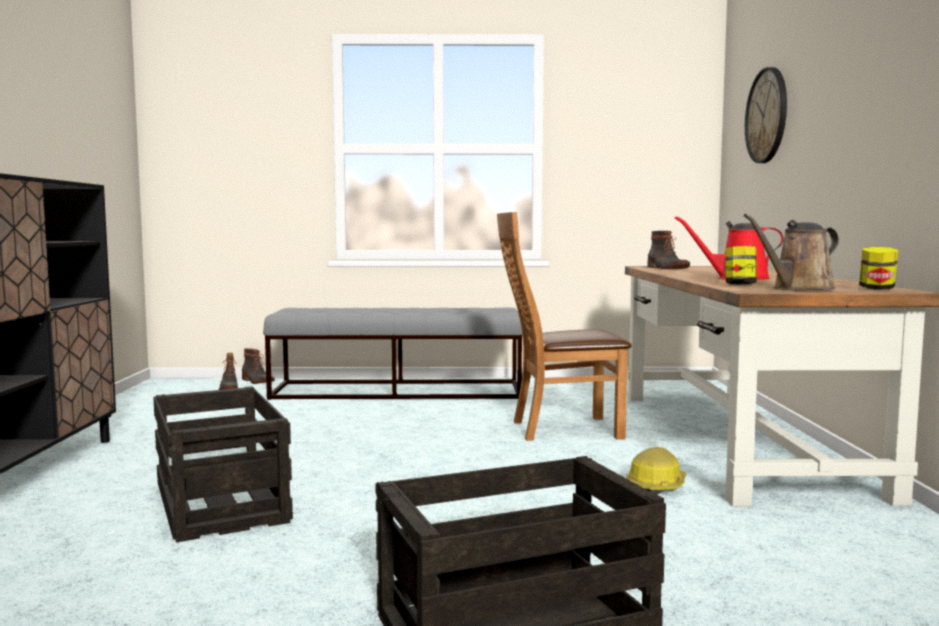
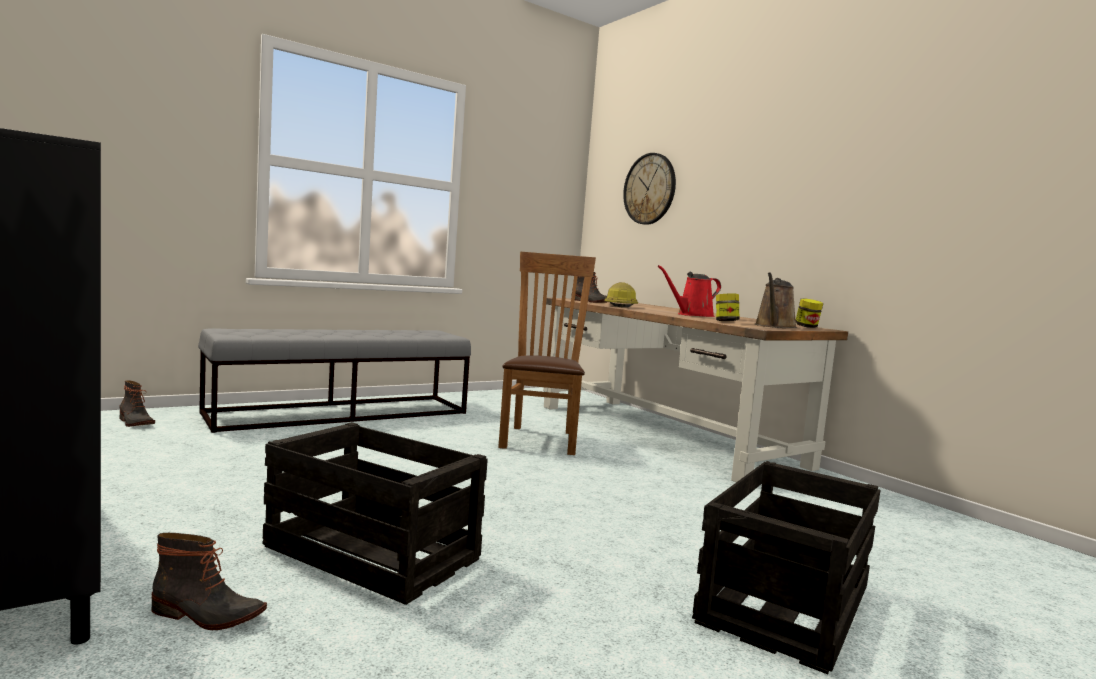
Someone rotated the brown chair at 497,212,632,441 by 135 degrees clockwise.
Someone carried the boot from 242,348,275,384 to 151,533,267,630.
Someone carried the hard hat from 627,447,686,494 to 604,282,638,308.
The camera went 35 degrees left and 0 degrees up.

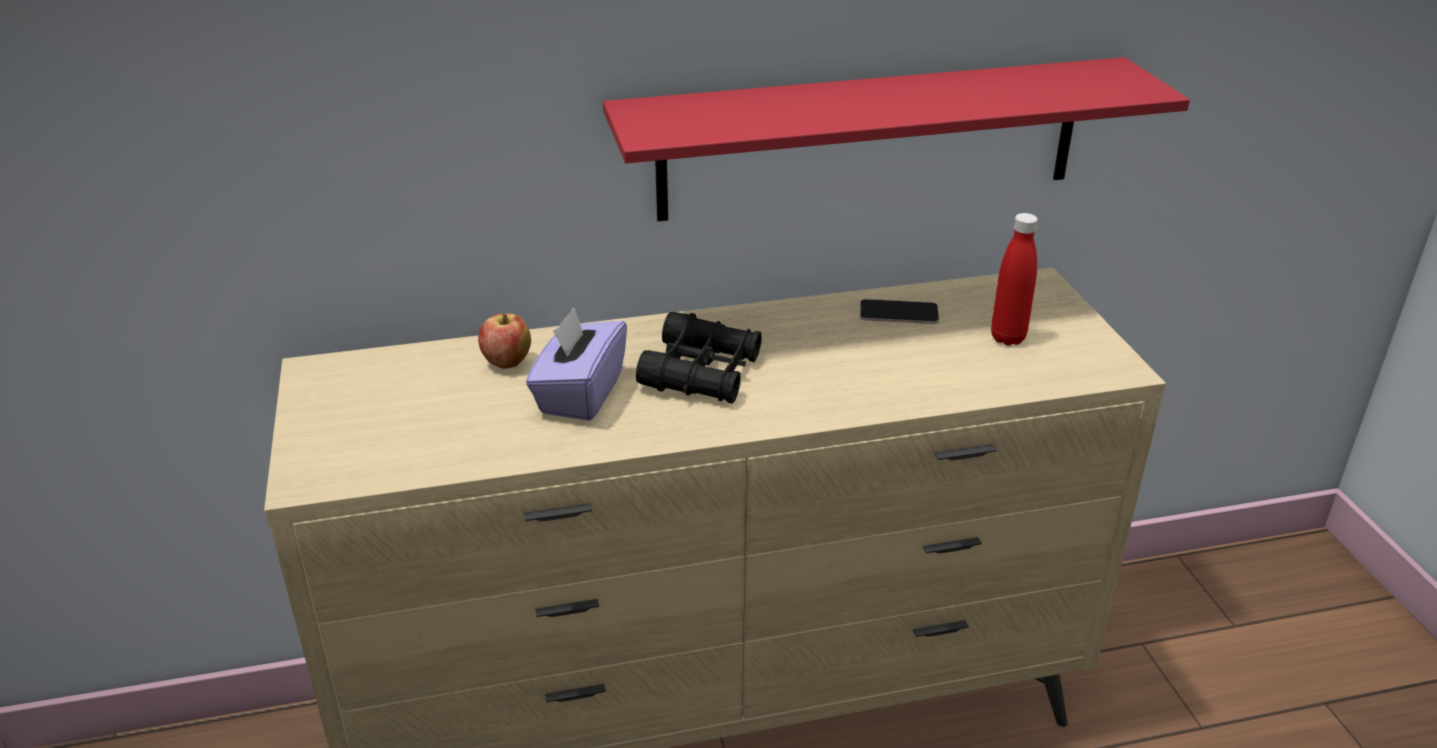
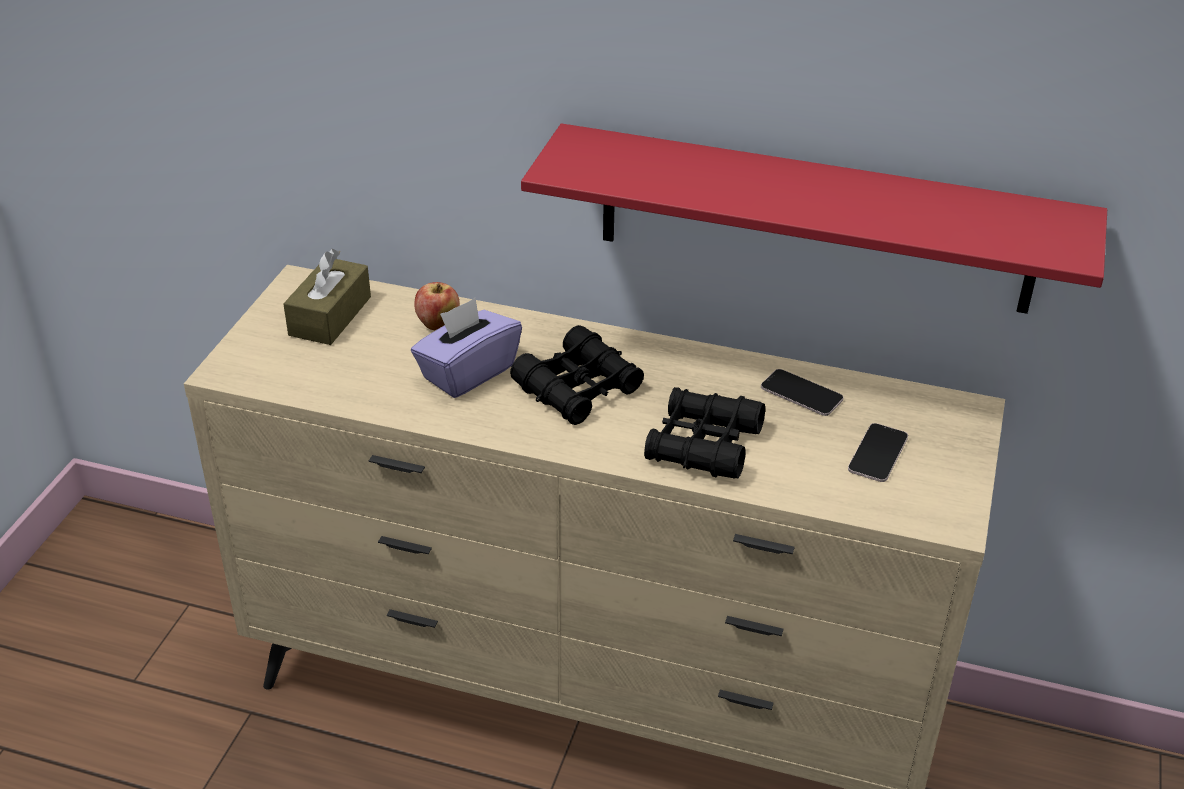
Someone swapped the red bottle at 991,213,1038,346 for the phone at 848,423,908,482.
Someone put down the brown tissue box at 283,249,371,345.
Someone put down the black binoculars at 644,387,765,479.
The camera went 30 degrees right and 5 degrees up.

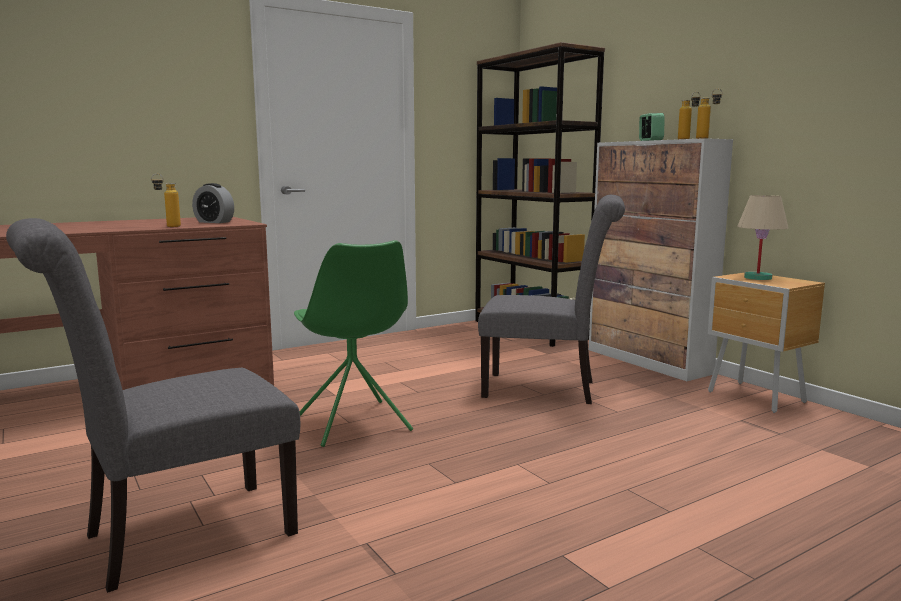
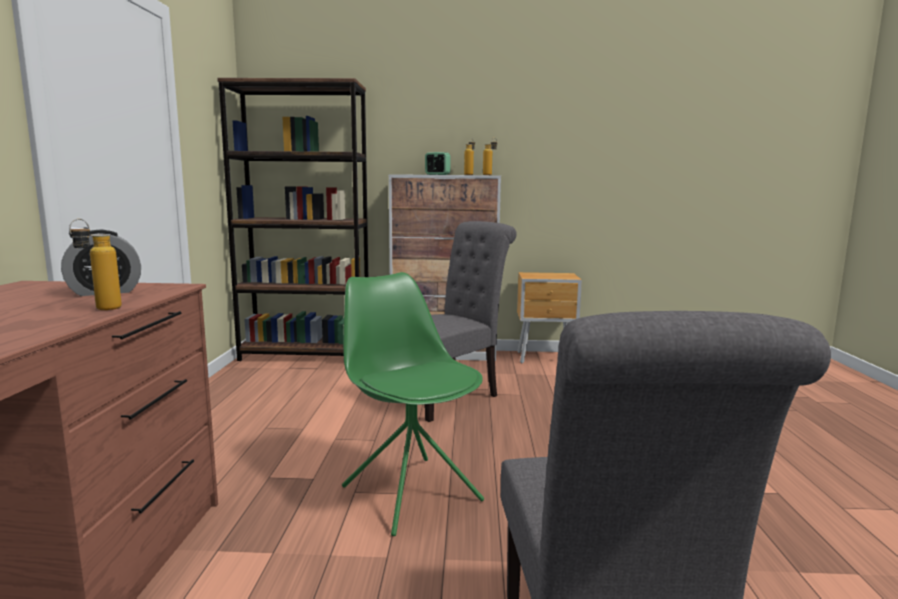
Someone took away the beige table lamp at 737,195,788,280.
Someone rotated the green chair at 294,240,413,447 by 135 degrees counterclockwise.
The camera went 55 degrees left and 0 degrees up.

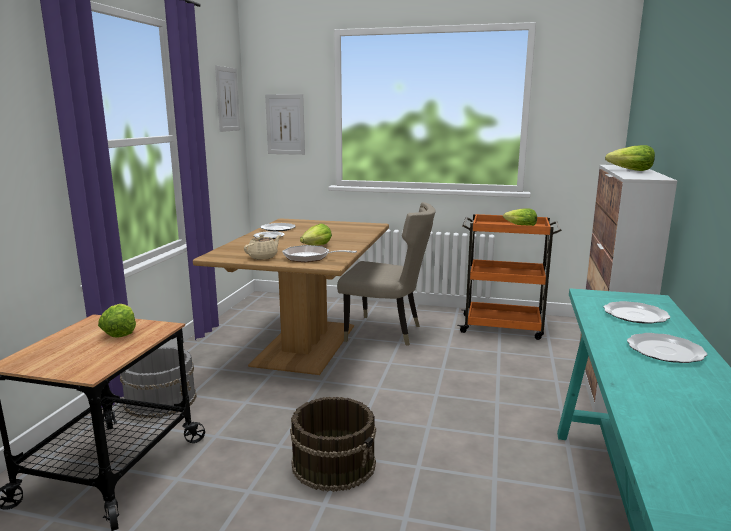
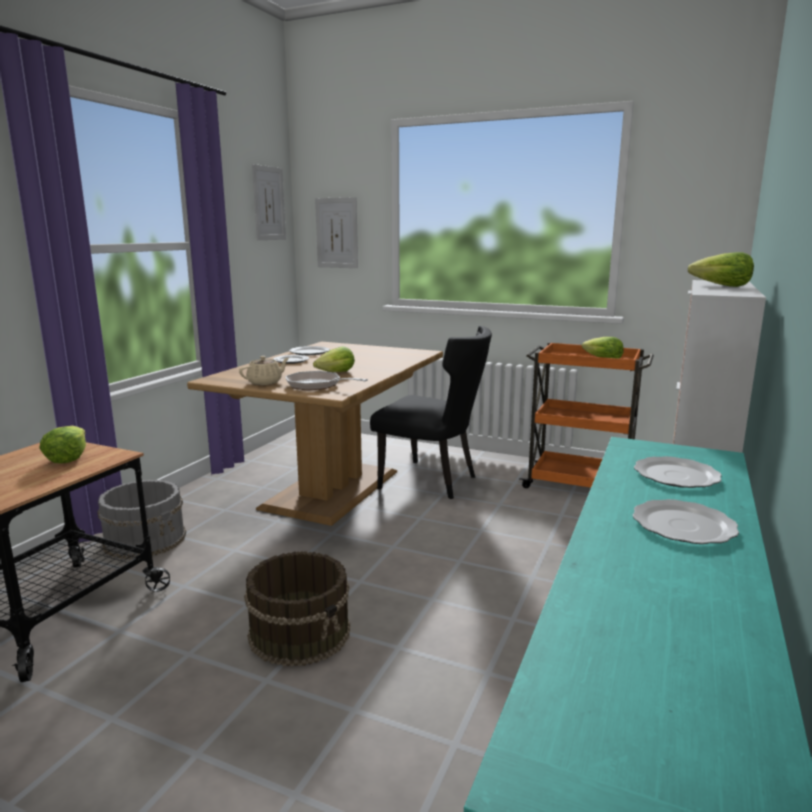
Someone repainted the beige chair at 337,202,436,346, which became the black chair at 370,326,492,499.
The camera went 10 degrees right and 0 degrees up.

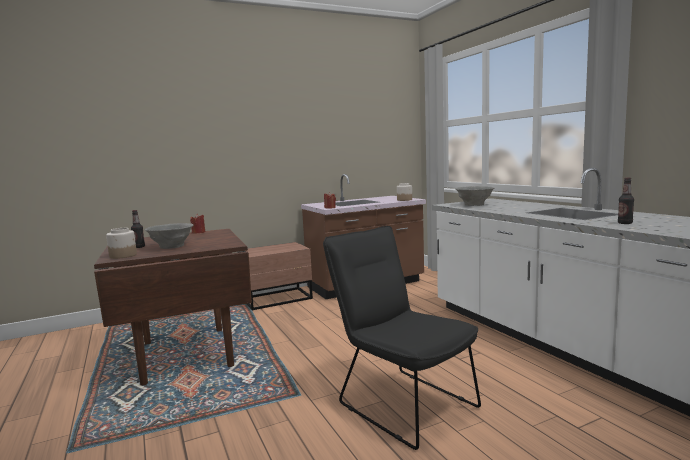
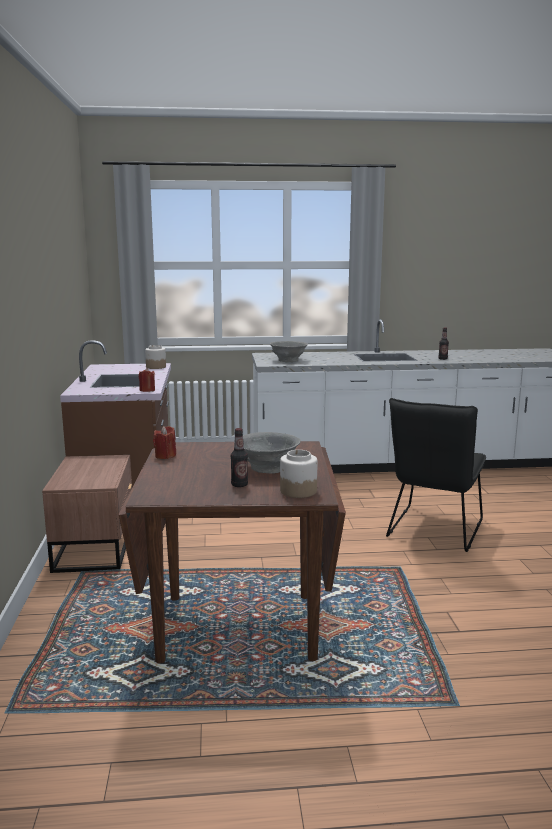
Someone rotated the black chair at 323,226,481,450 by 45 degrees counterclockwise.
The camera went 70 degrees left and 5 degrees up.

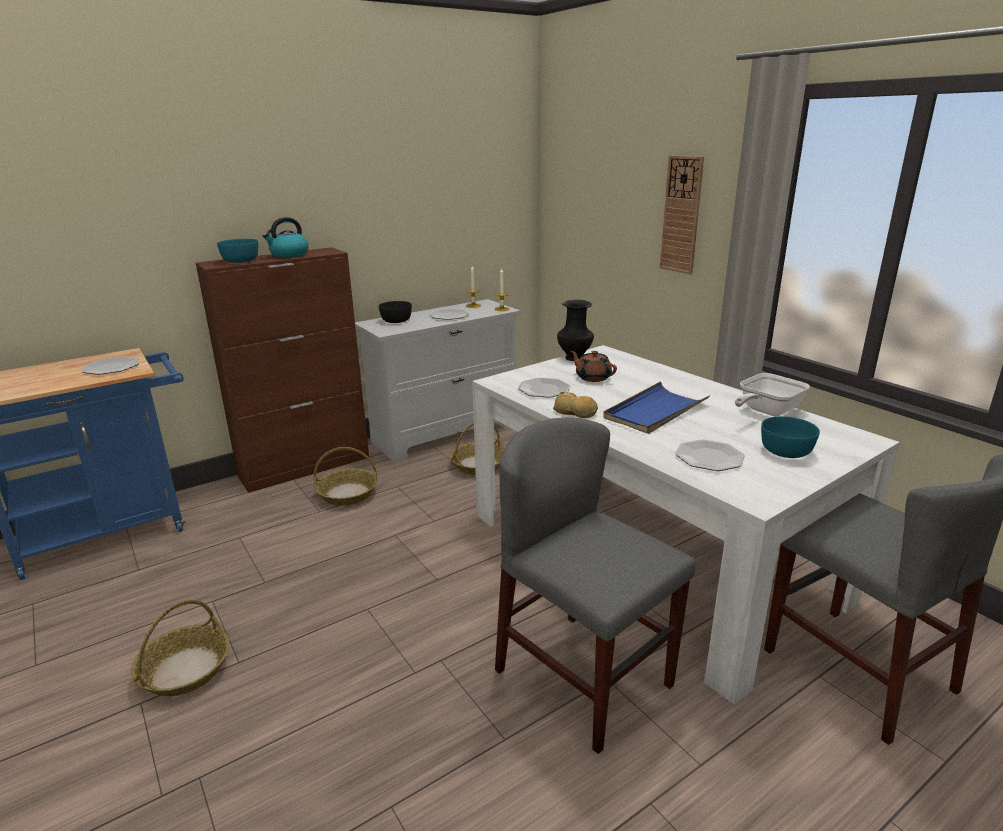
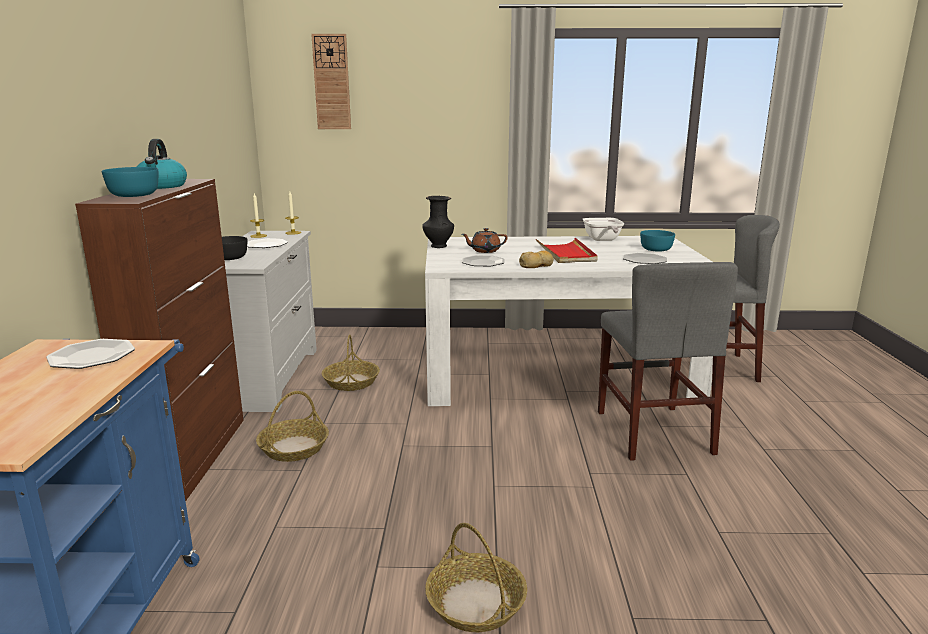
Someone carried the wall clock from 660,155,704,274 to 311,34,351,129.
Someone repainted the blue tray at 603,381,710,434, which became the red tray at 536,238,598,263.
Someone rotated the grey chair at 495,418,695,754 by 90 degrees counterclockwise.
The camera went 55 degrees left and 5 degrees down.

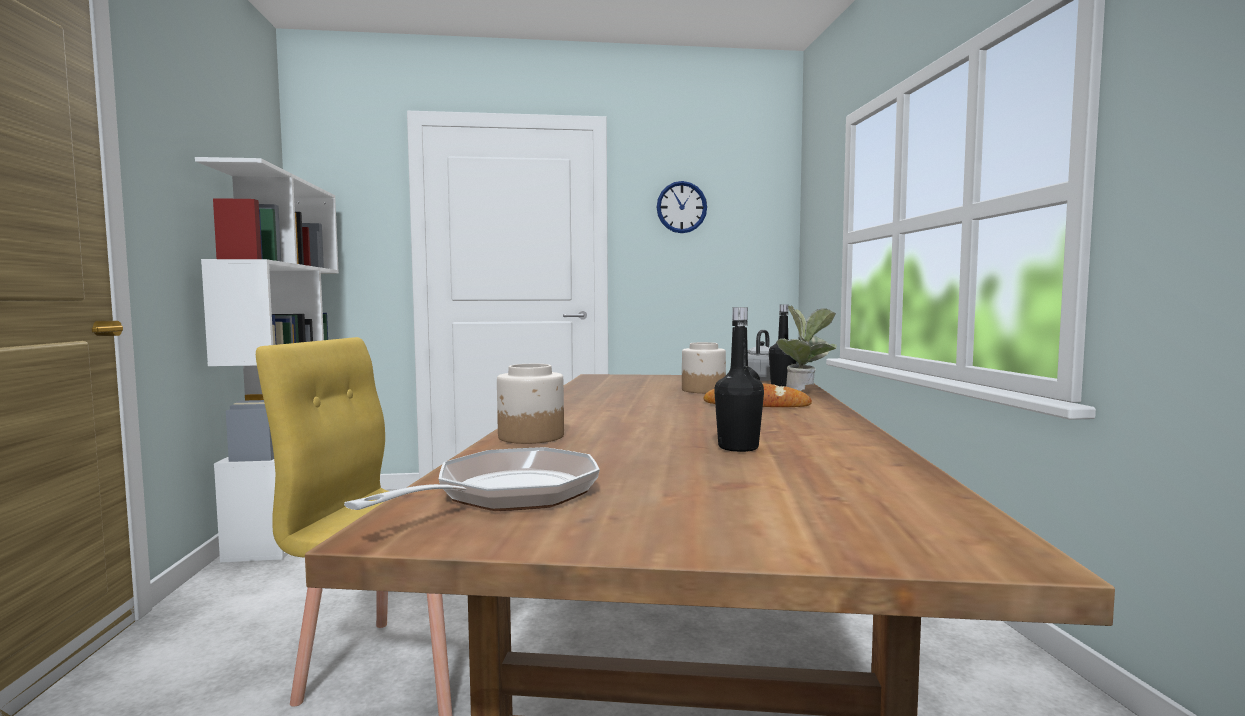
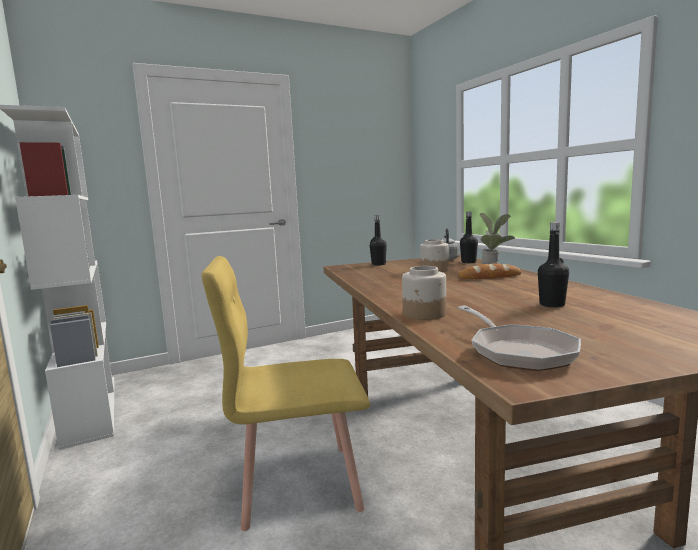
Someone took away the wall clock at 657,181,707,233.
Someone rotated the frying pan at 344,447,600,511 by 150 degrees clockwise.
Someone put down the black bottle at 370,215,387,266.
The camera went 20 degrees left and 5 degrees up.

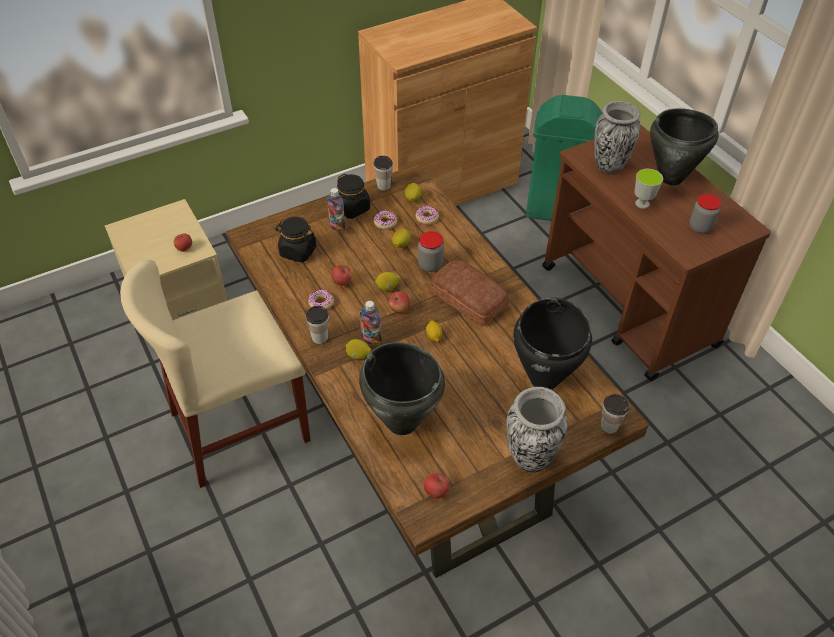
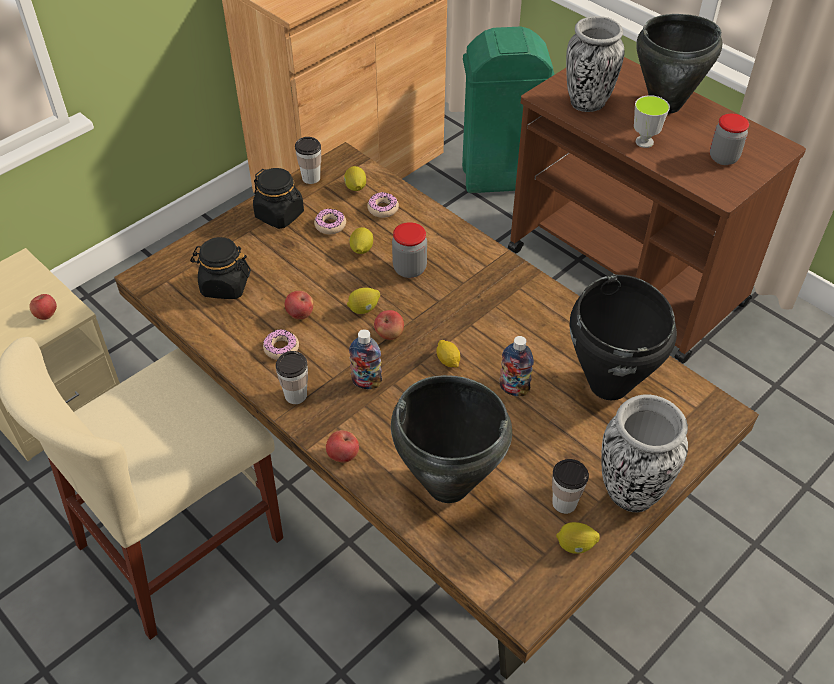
Someone carried the bottle from 327,188,345,231 to 499,336,534,396.
Someone took away the bread at 430,260,509,326.
Someone carried the lemon from 346,339,371,359 to 556,522,600,554.
Someone carried the cup from 601,394,629,434 to 552,459,589,514.
Someone carried the apple from 424,472,450,498 to 326,430,359,463.
The camera went 15 degrees left and 0 degrees up.

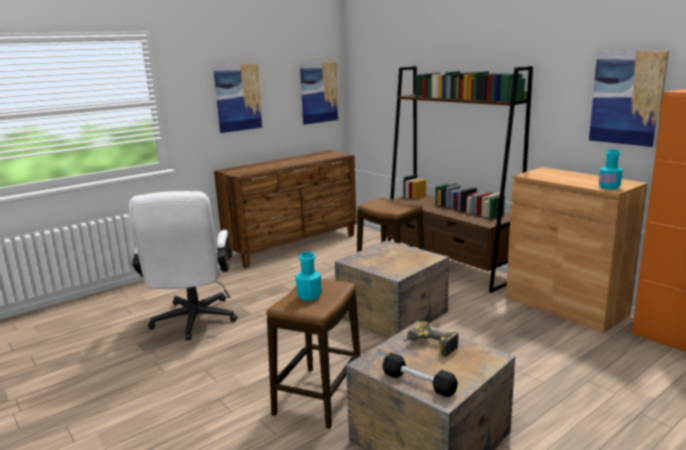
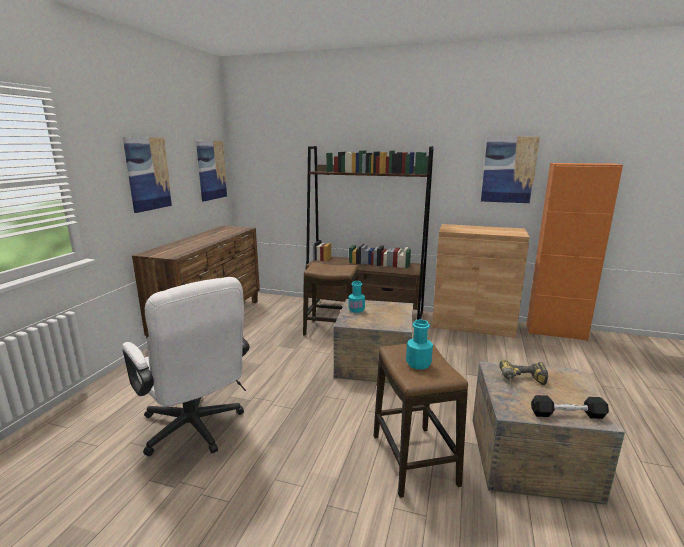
Someone carried the turquoise bottle from 599,149,623,189 to 349,281,365,313.
The camera went 35 degrees left and 0 degrees up.

